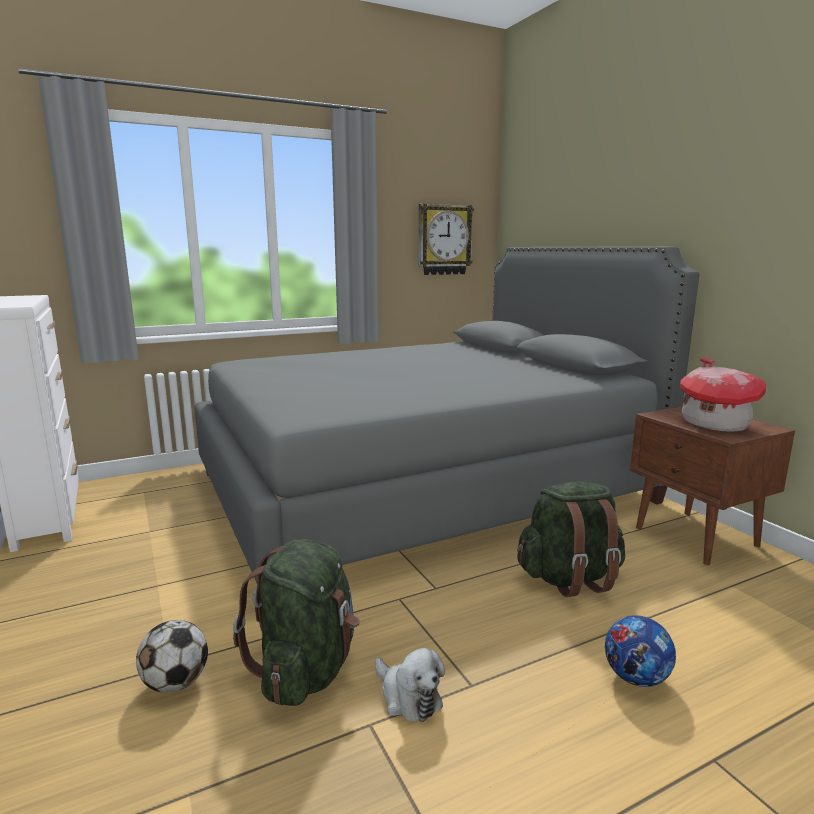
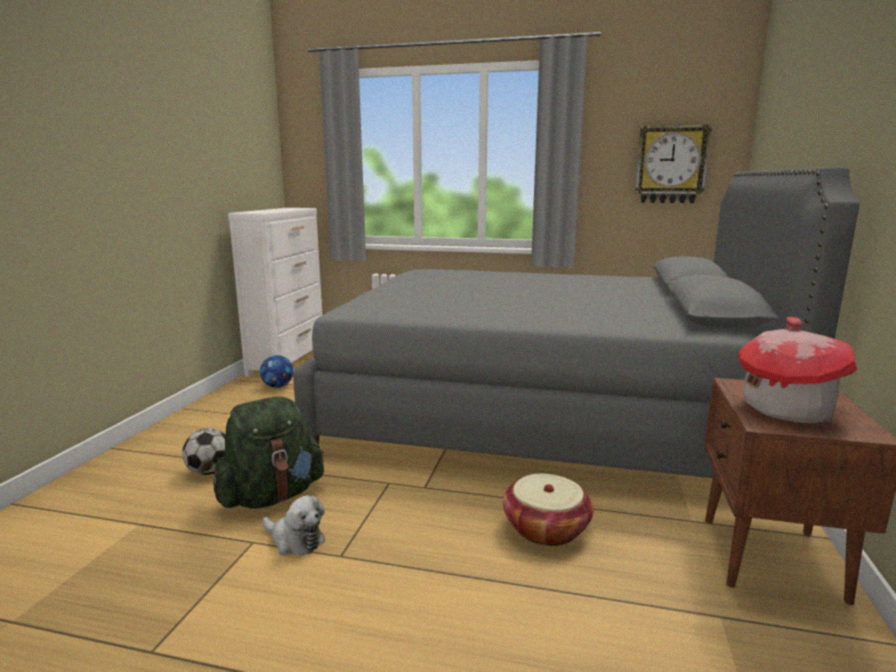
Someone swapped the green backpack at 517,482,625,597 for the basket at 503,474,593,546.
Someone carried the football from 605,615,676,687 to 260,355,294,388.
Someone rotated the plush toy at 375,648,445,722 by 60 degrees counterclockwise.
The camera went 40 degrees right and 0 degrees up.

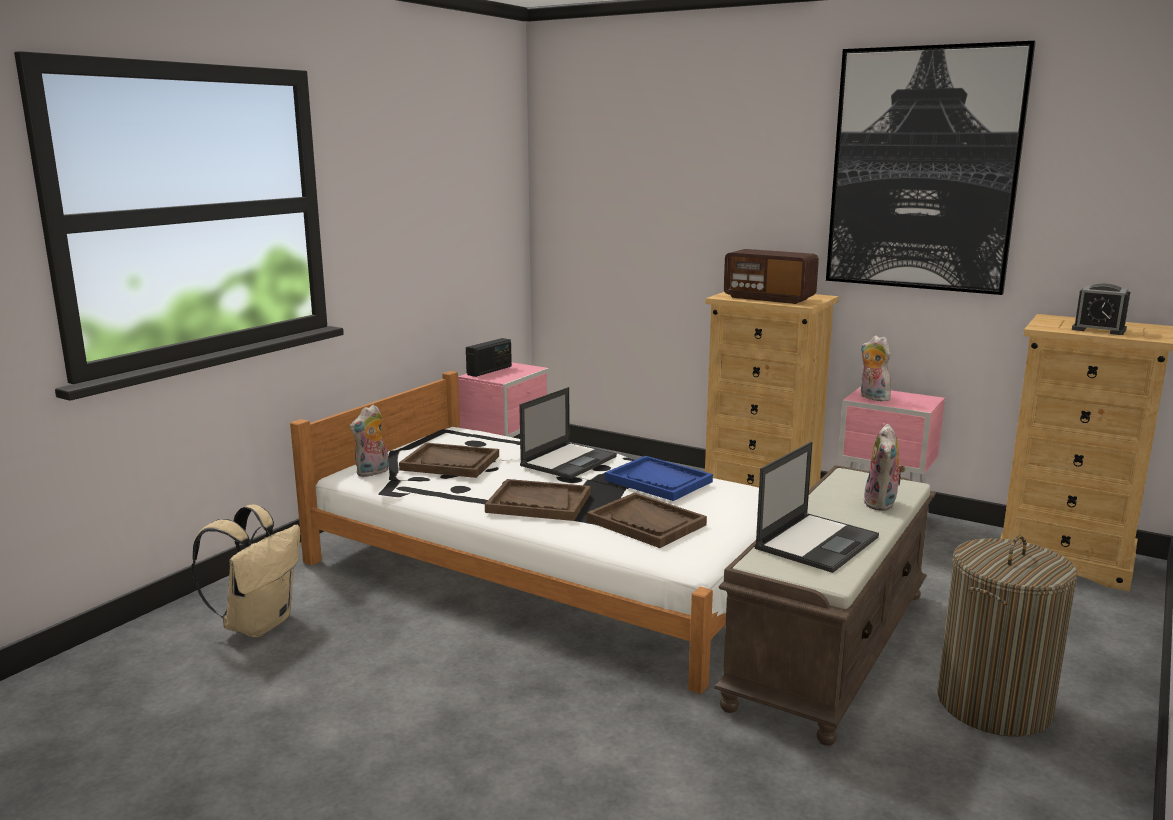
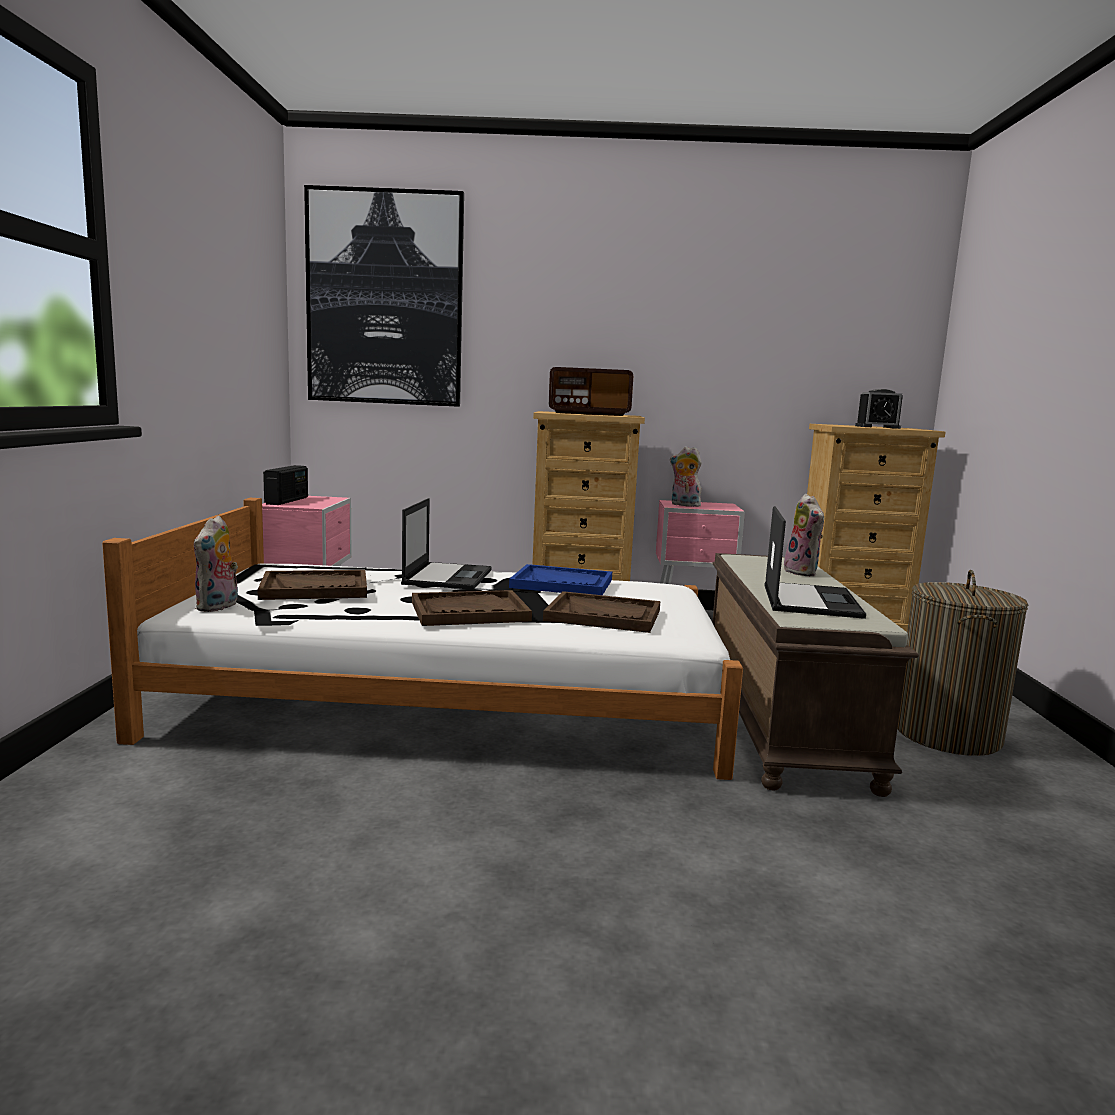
Someone carried the picture from 826,41,1036,295 to 304,185,464,407.
Someone took away the beige backpack at 192,505,300,637.
The camera went 30 degrees left and 5 degrees down.

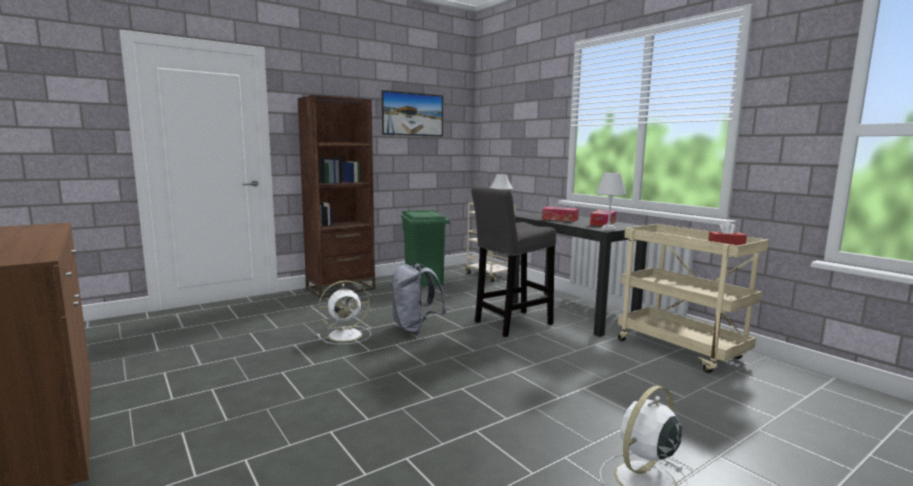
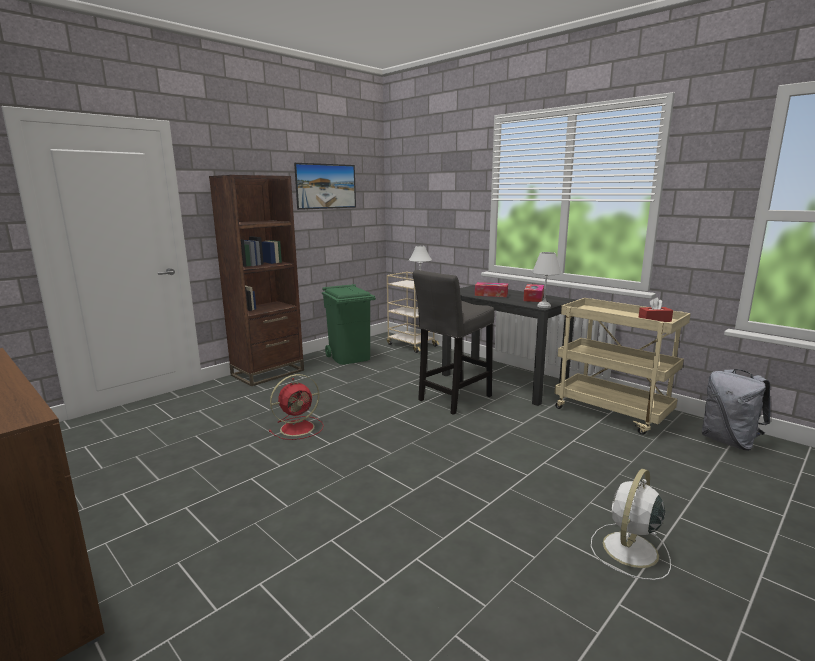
Someone carried the grey backpack from 391,262,446,334 to 701,369,771,451.
Someone repainted the white fan at 317,281,371,344, which became the red fan at 269,374,324,440.
The camera went 10 degrees left and 5 degrees up.

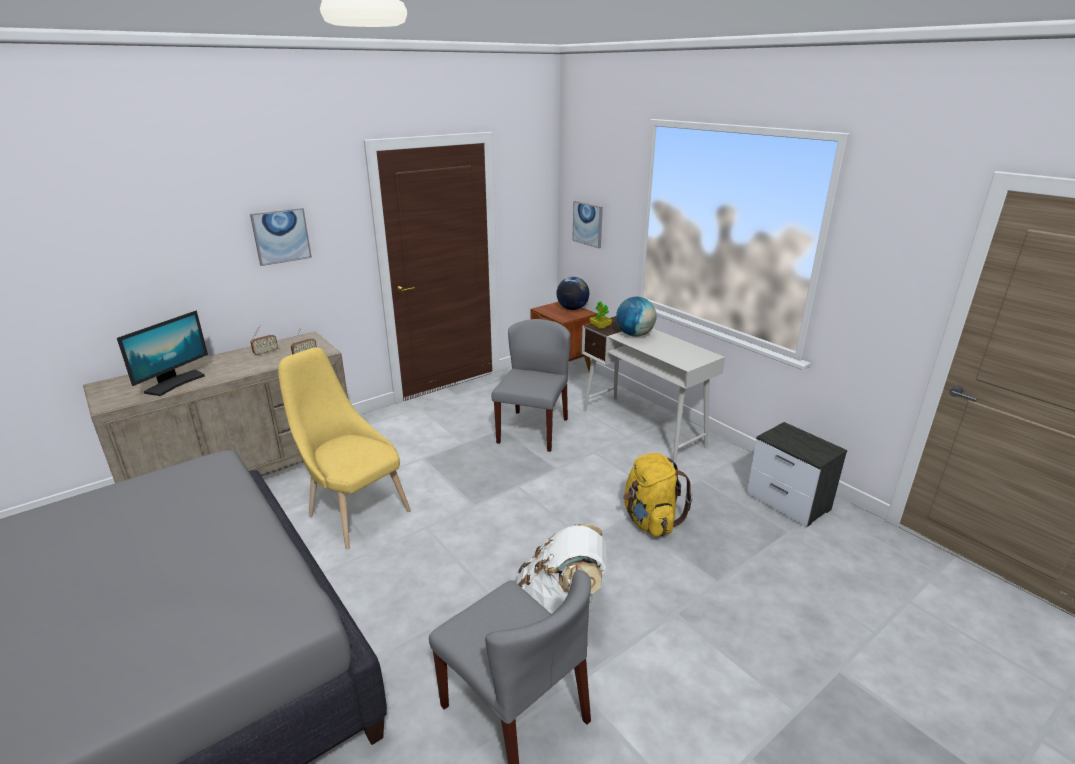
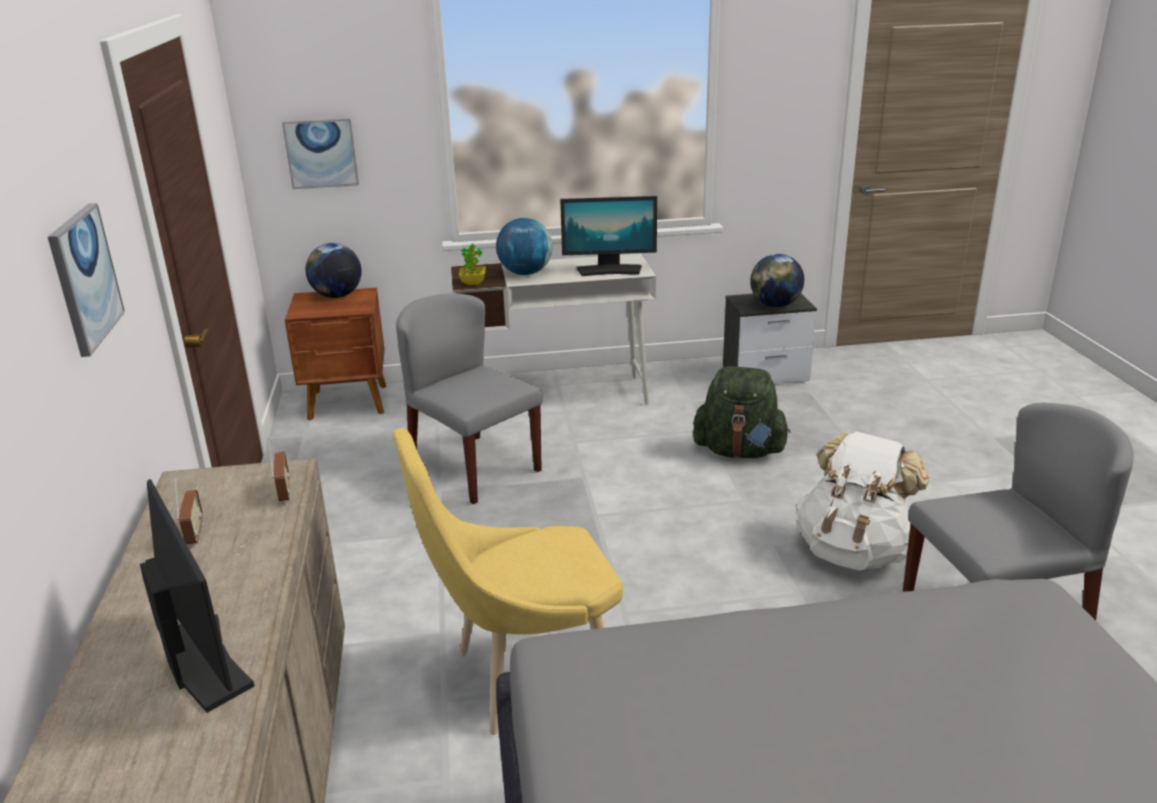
Someone repainted the yellow backpack at 623,453,693,537, which became the green backpack at 693,366,791,458.
Someone put down the monitor at 560,196,657,276.
Someone put down the globe at 750,254,804,307.
The camera went 60 degrees left and 0 degrees up.

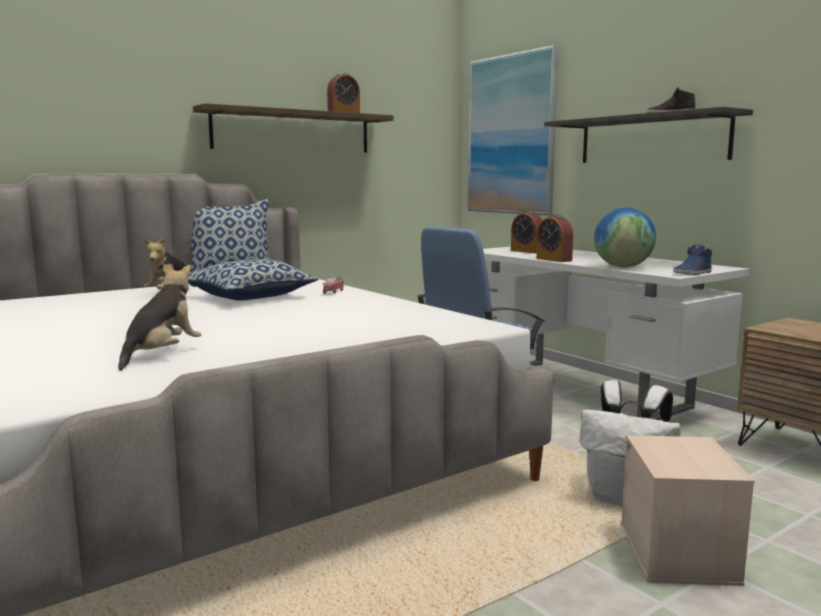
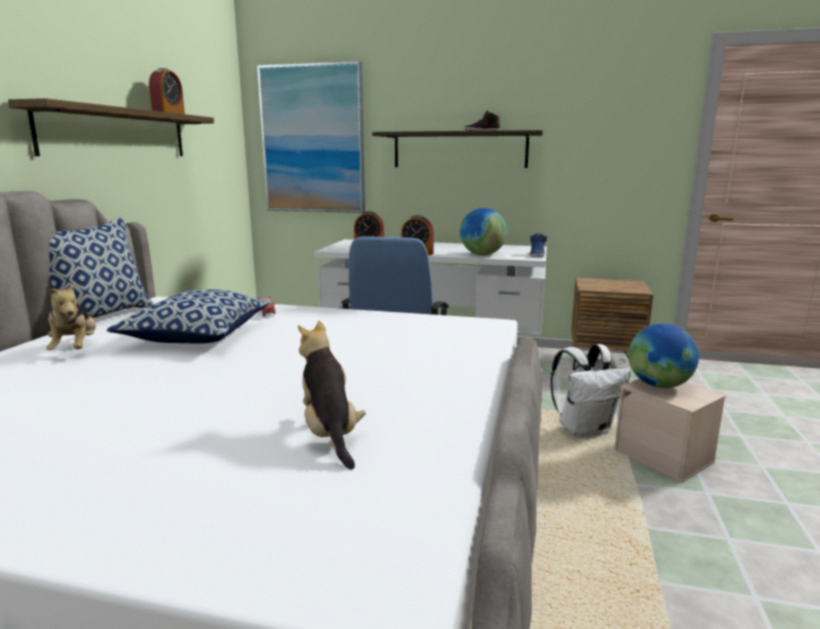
Someone put down the globe at 628,324,699,388.
The camera went 40 degrees left and 5 degrees up.

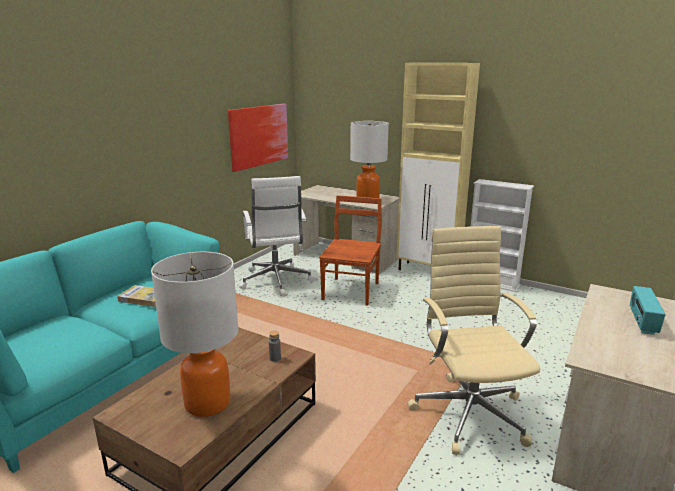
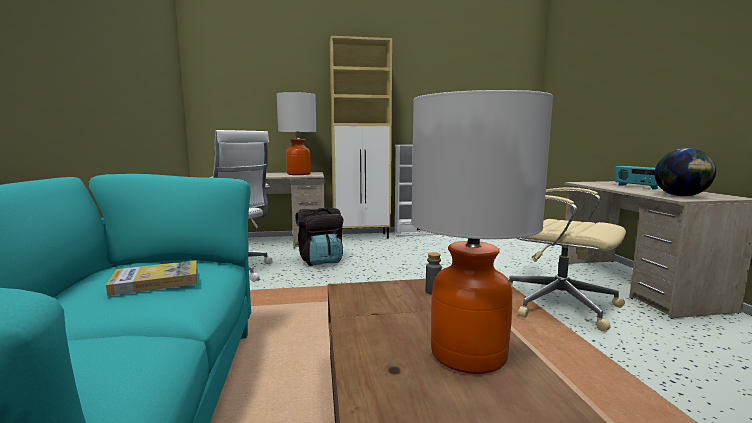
Someone took away the picture at 228,104,288,172.
Someone swapped the brown chair at 319,195,382,306 for the black backpack at 296,208,344,266.
Someone put down the globe at 655,148,716,197.
The camera went 40 degrees left and 10 degrees down.

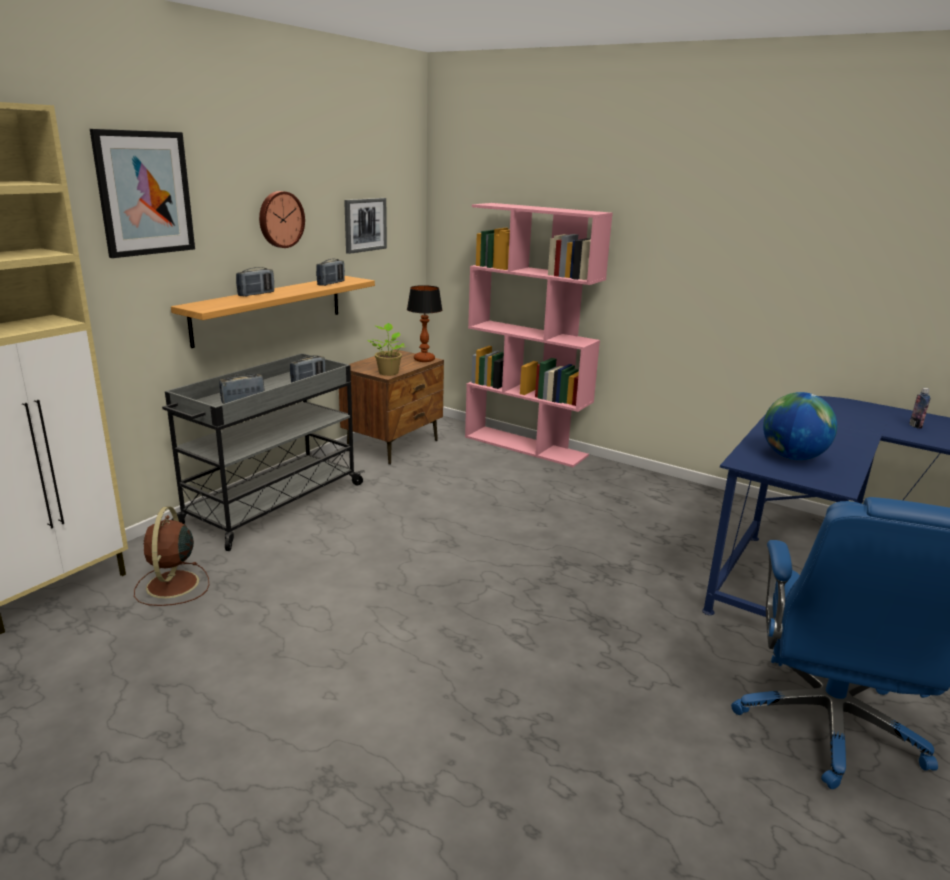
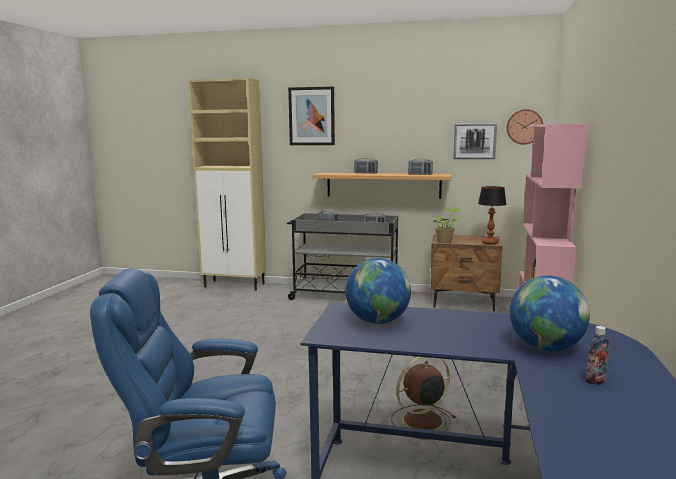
Someone carried the wall clock from 259,191,305,248 to 507,109,543,144.
Someone carried the brown fan from 134,506,209,606 to 391,357,456,440.
Someone put down the globe at 510,275,590,351.
The camera went 70 degrees right and 10 degrees down.

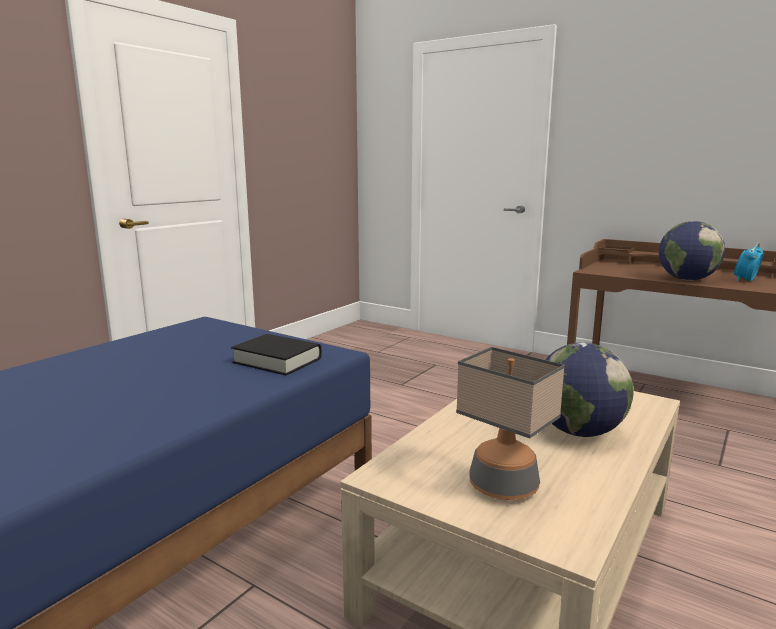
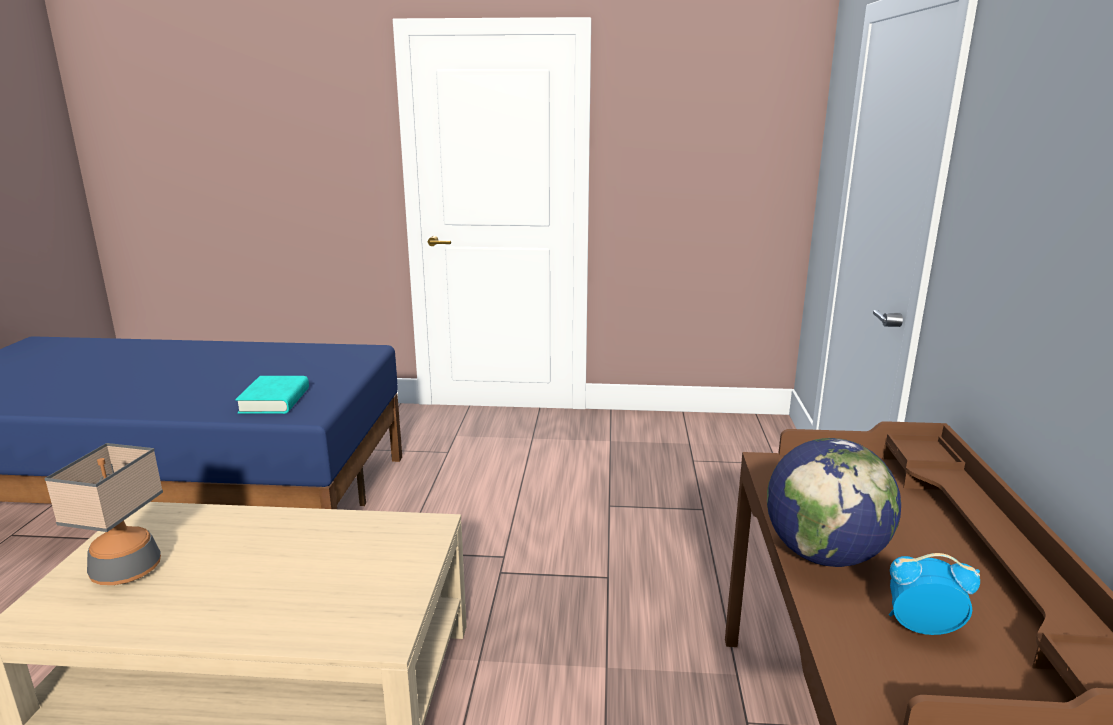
Someone repainted the black book at 231,334,322,375, which became the turquoise book at 236,376,309,414.
Someone took away the globe at 545,342,634,437.
The camera went 60 degrees right and 5 degrees up.

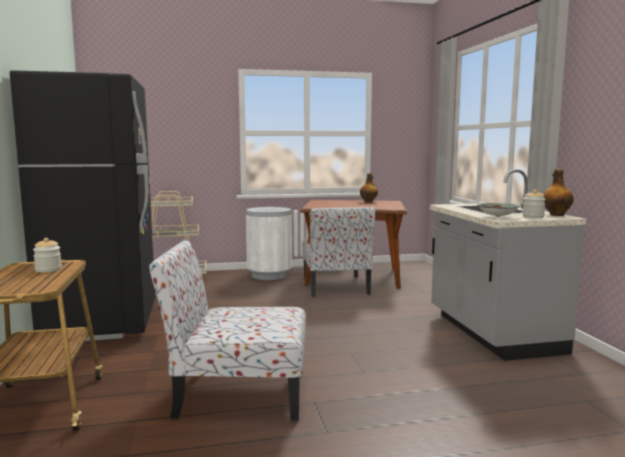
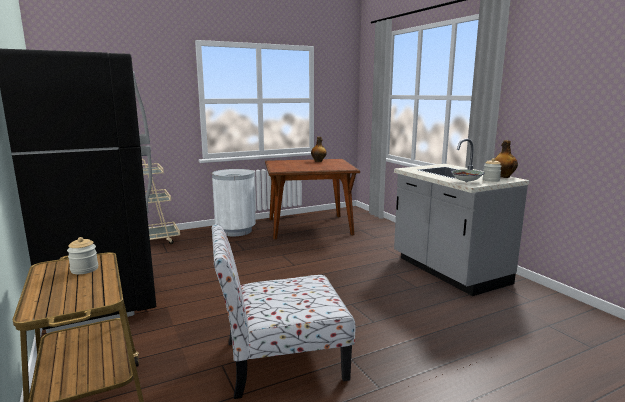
Someone took away the chair at 302,207,375,297.
The camera went 15 degrees left and 5 degrees up.

